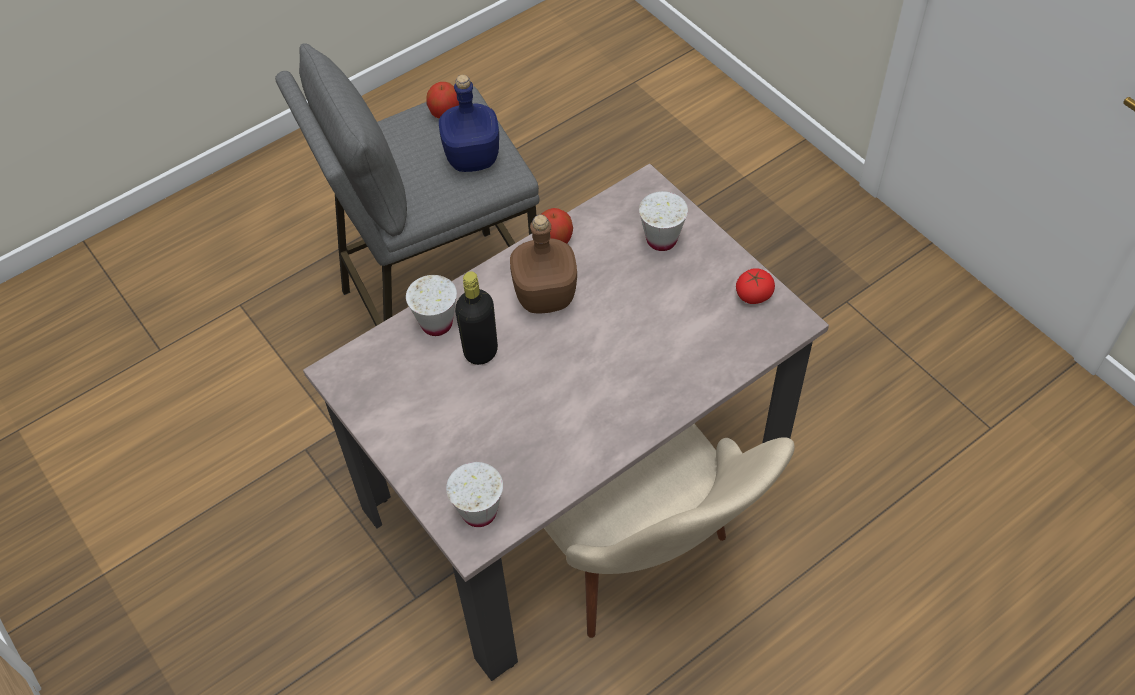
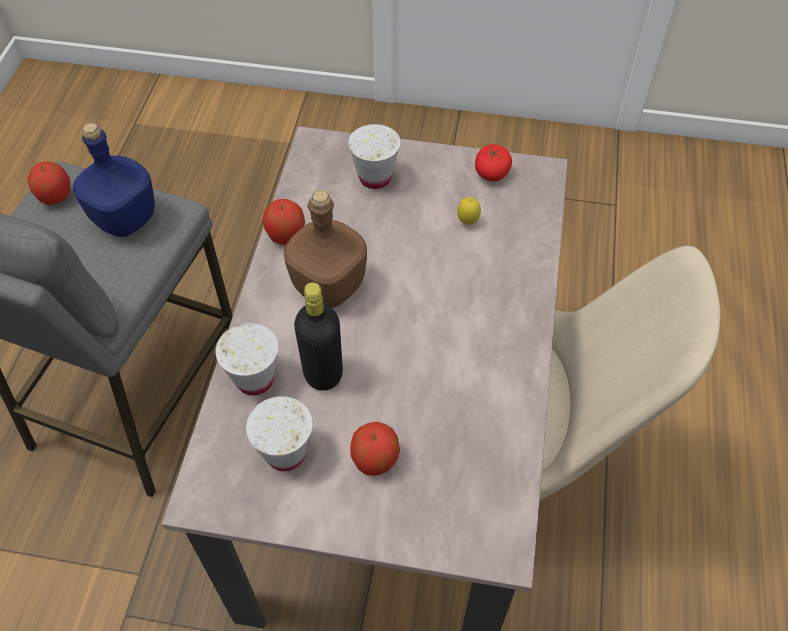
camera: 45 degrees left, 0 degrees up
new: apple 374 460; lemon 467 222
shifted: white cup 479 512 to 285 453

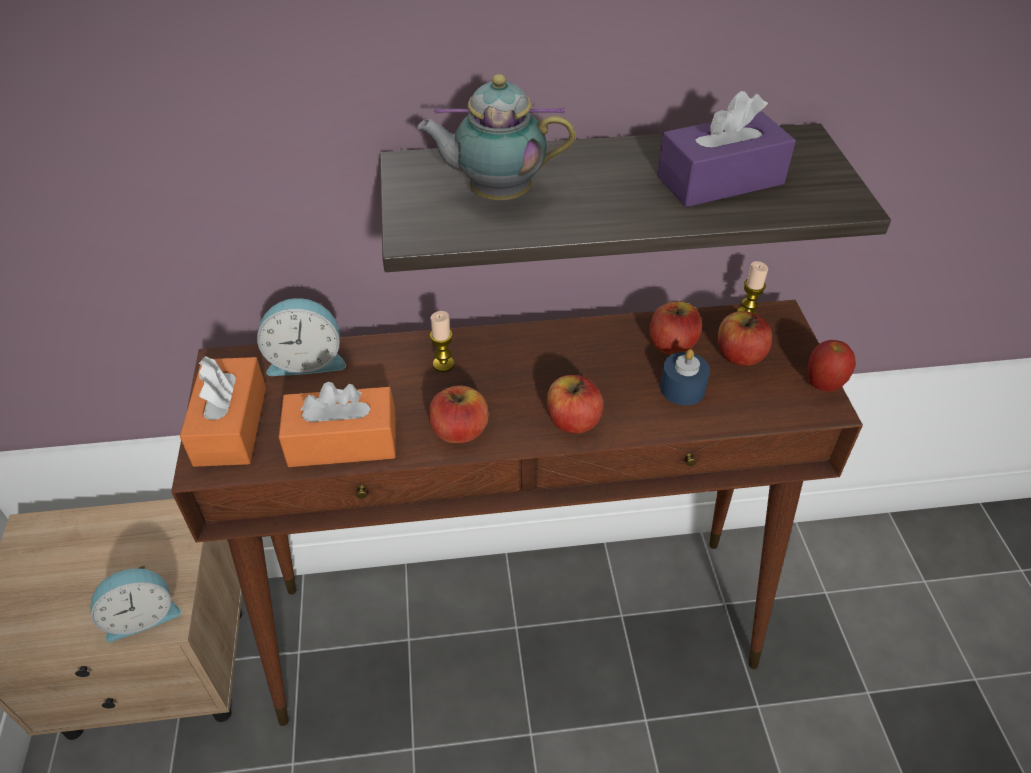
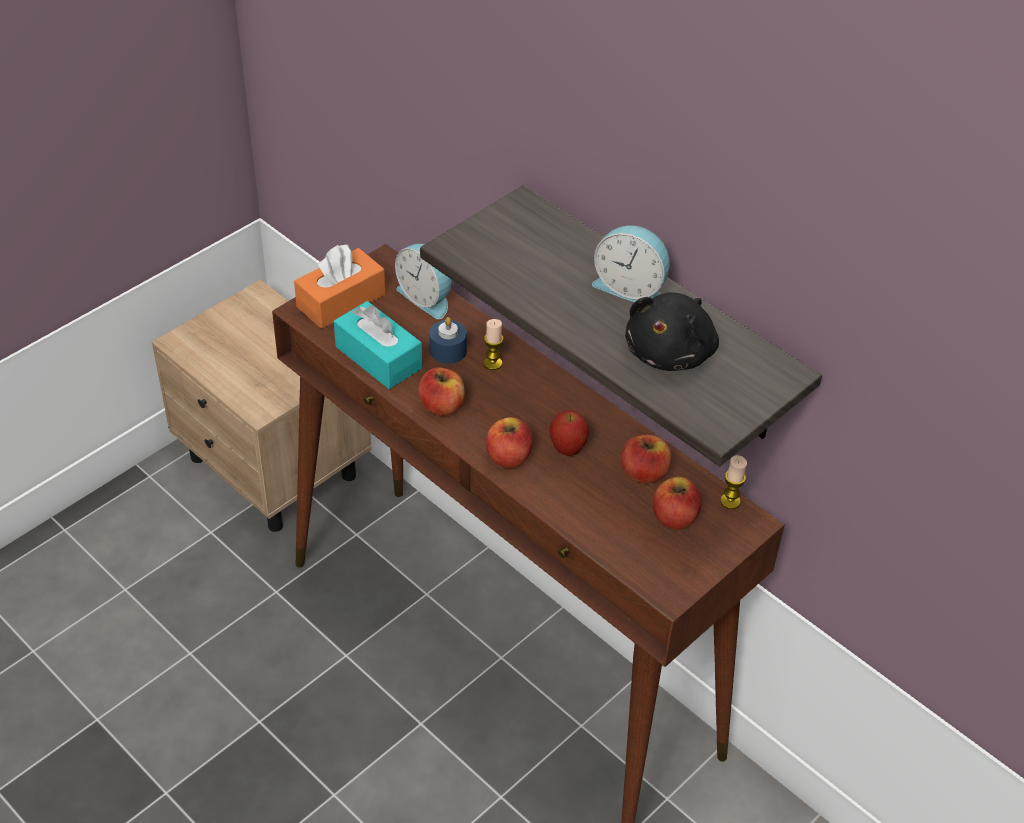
camera: 50 degrees right, 0 degrees up
gone: teapot 495 195
shifted: blue candle 682 388 to 448 350; apple 823 385 to 567 450; alarm clock 142 615 to 631 288
swapped: purple tissue box 720 180 to black plush toy 671 352
repainted: orange tissue box 342 441 to turquoise tissue box 378 357

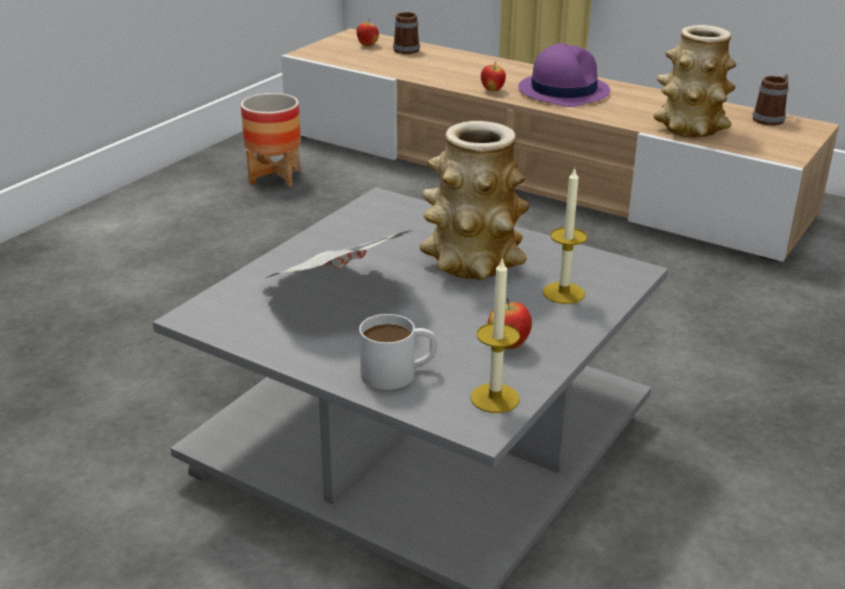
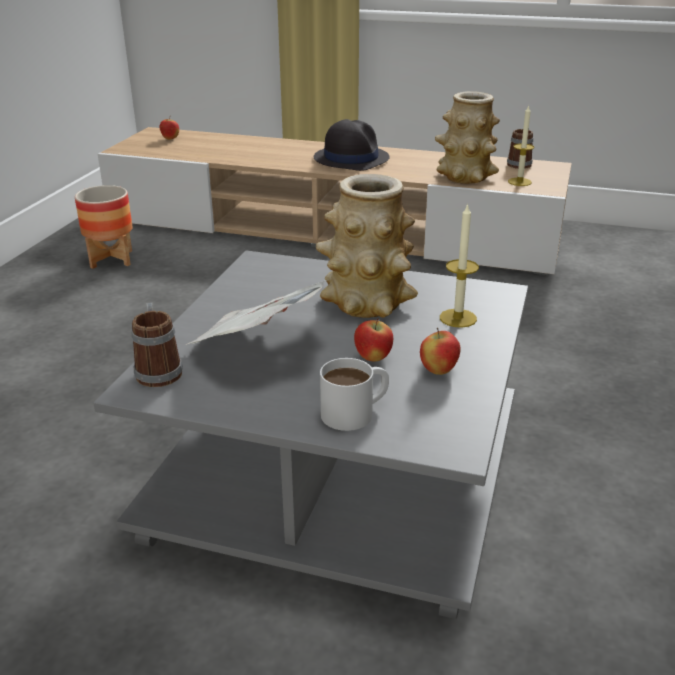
camera: 15 degrees left, 0 degrees up
shifted: mug 406 48 to 158 369; apple 492 90 to 373 358; candle 495 398 to 519 182
repainted: purple hat 563 90 to black hat 351 158

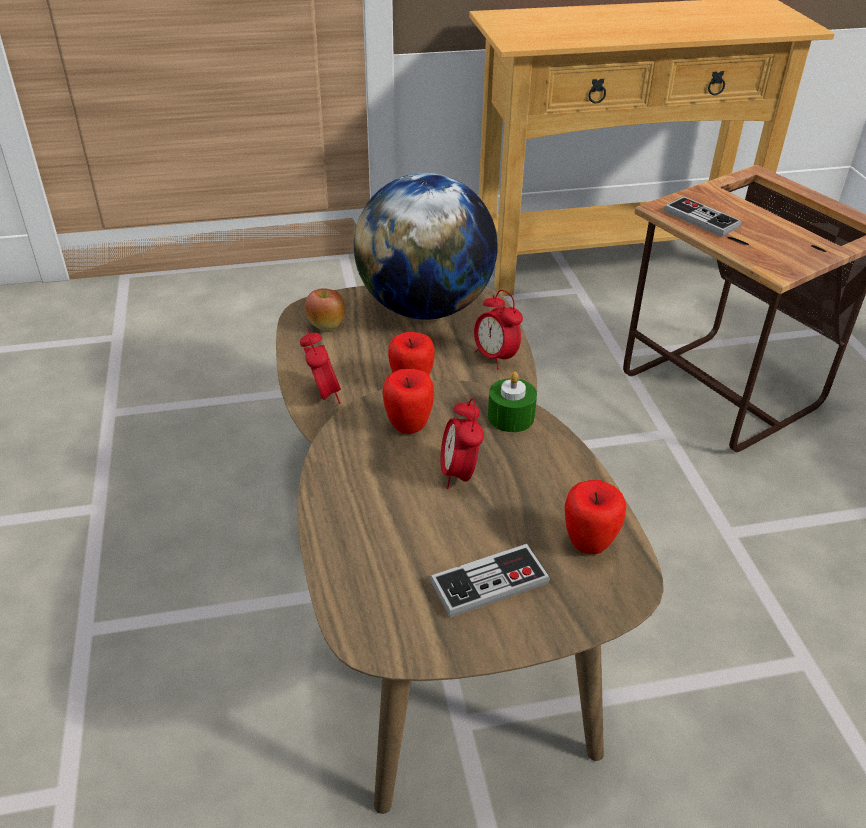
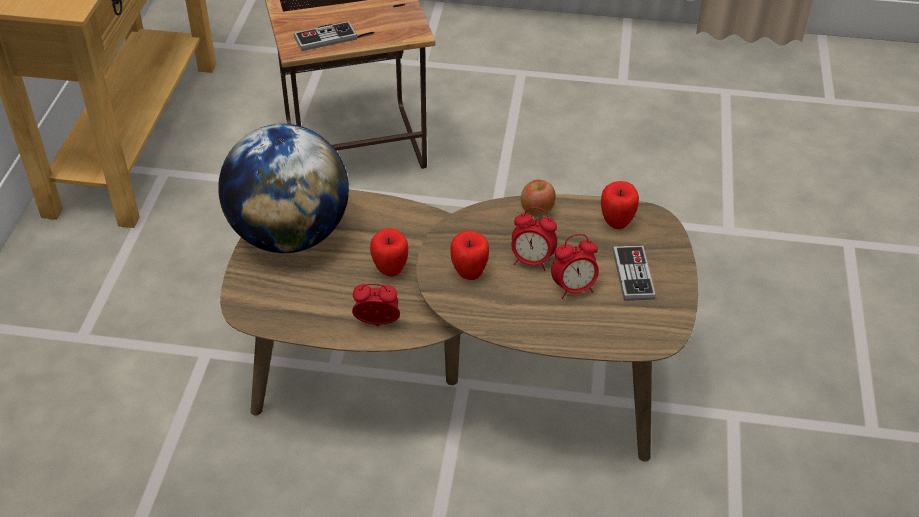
camera: 70 degrees left, 5 degrees up
gone: green candle 511 417
shifted: apple 326 325 to 537 211; alarm clock 495 357 to 573 288

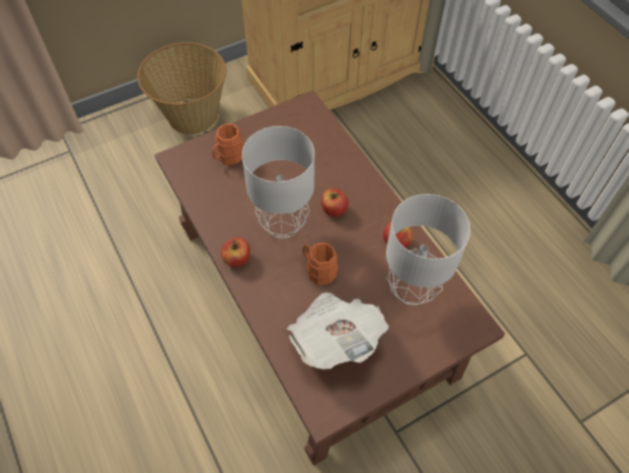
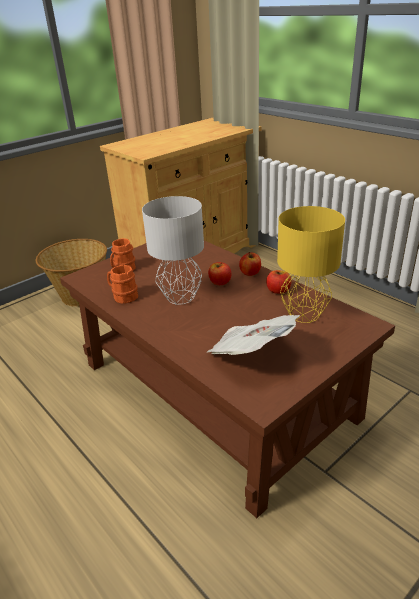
camera: 10 degrees left, 25 degrees down
shifted: orange mug 318 270 to 123 296; apple 237 258 to 250 273
repainted: grey table lamp 410 290 to yellow table lamp 303 314

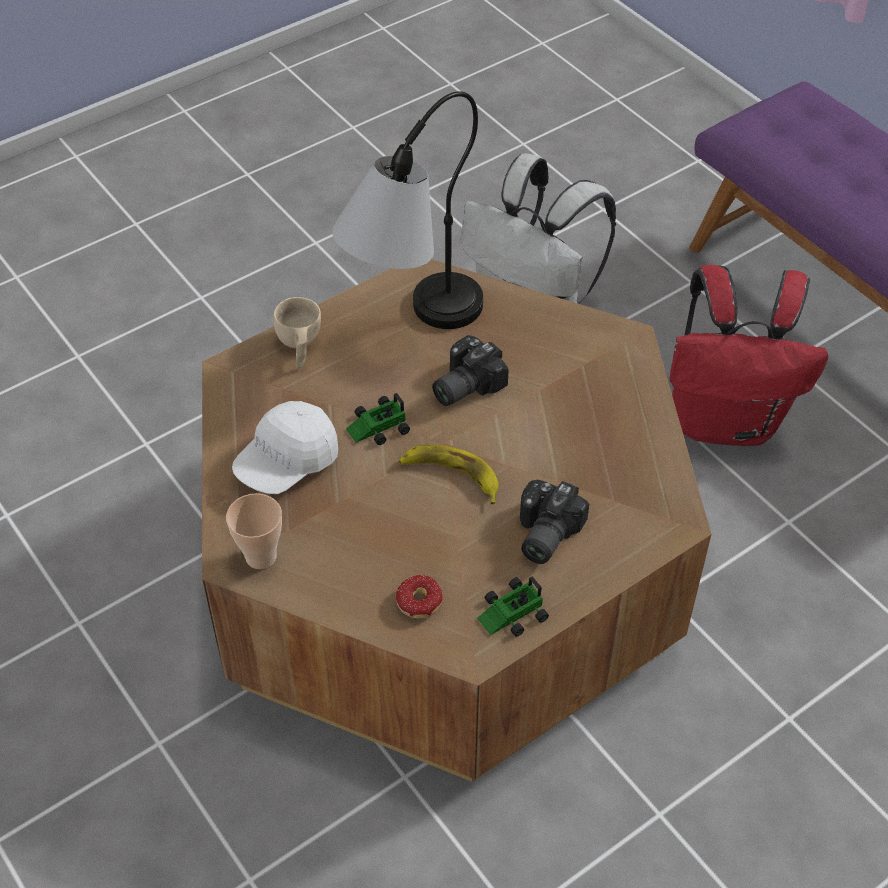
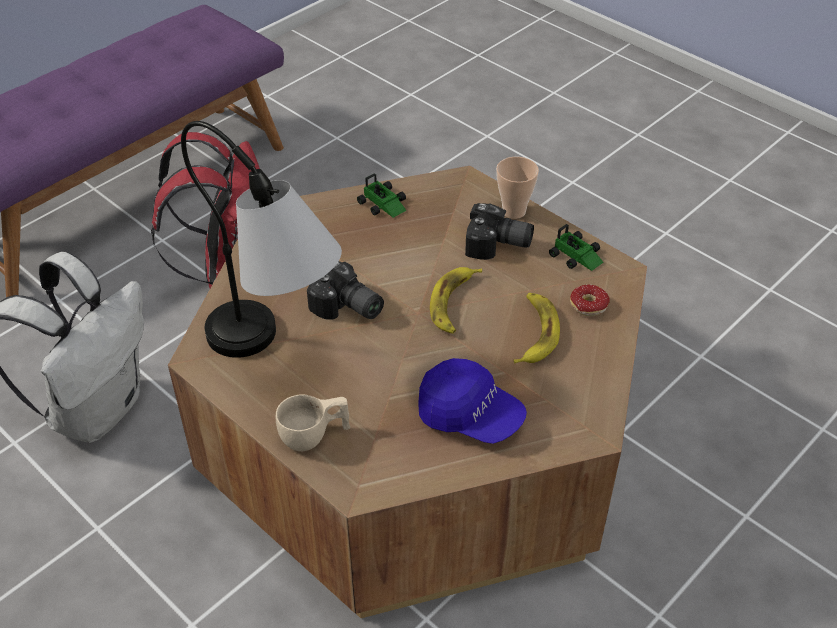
camera: 100 degrees left, 5 degrees down
new: banana 535 332
shifted: toy car 376 426 to 385 204; cup 261 556 to 514 211
repainted: white cap 287 463 to blue cap 470 415

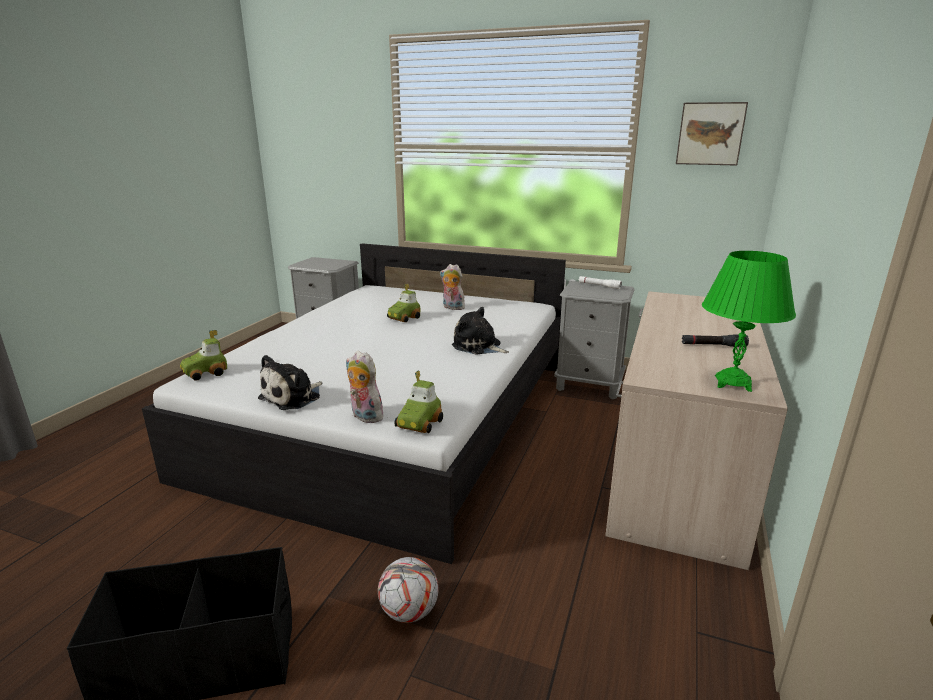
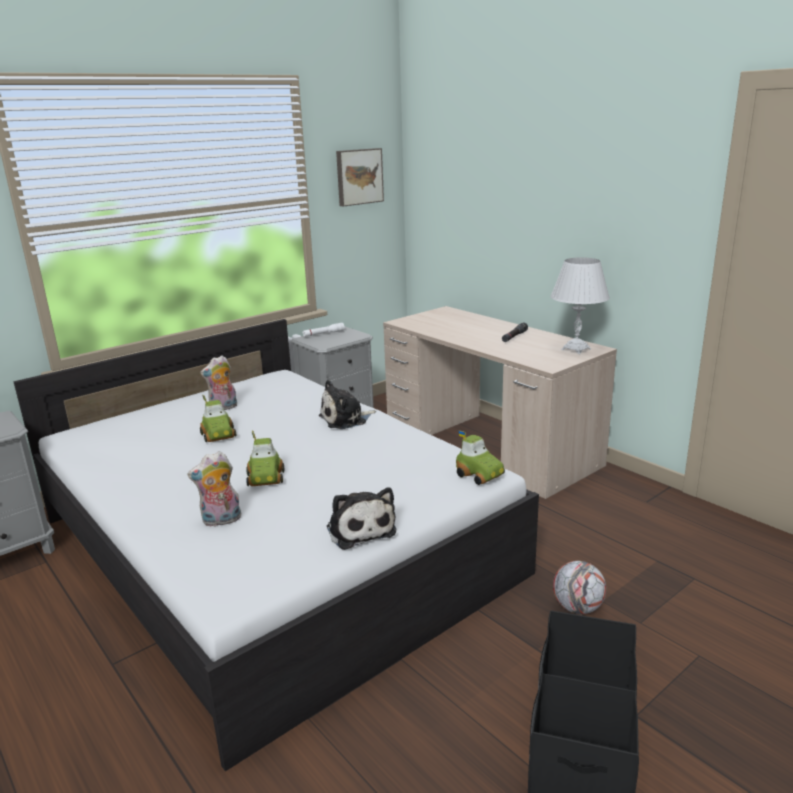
camera: 60 degrees left, 0 degrees up
shifted: plush toy 364 416 to 221 521; toy car 206 373 to 266 478
repainted: green table lamp 733 383 to white table lamp 576 349

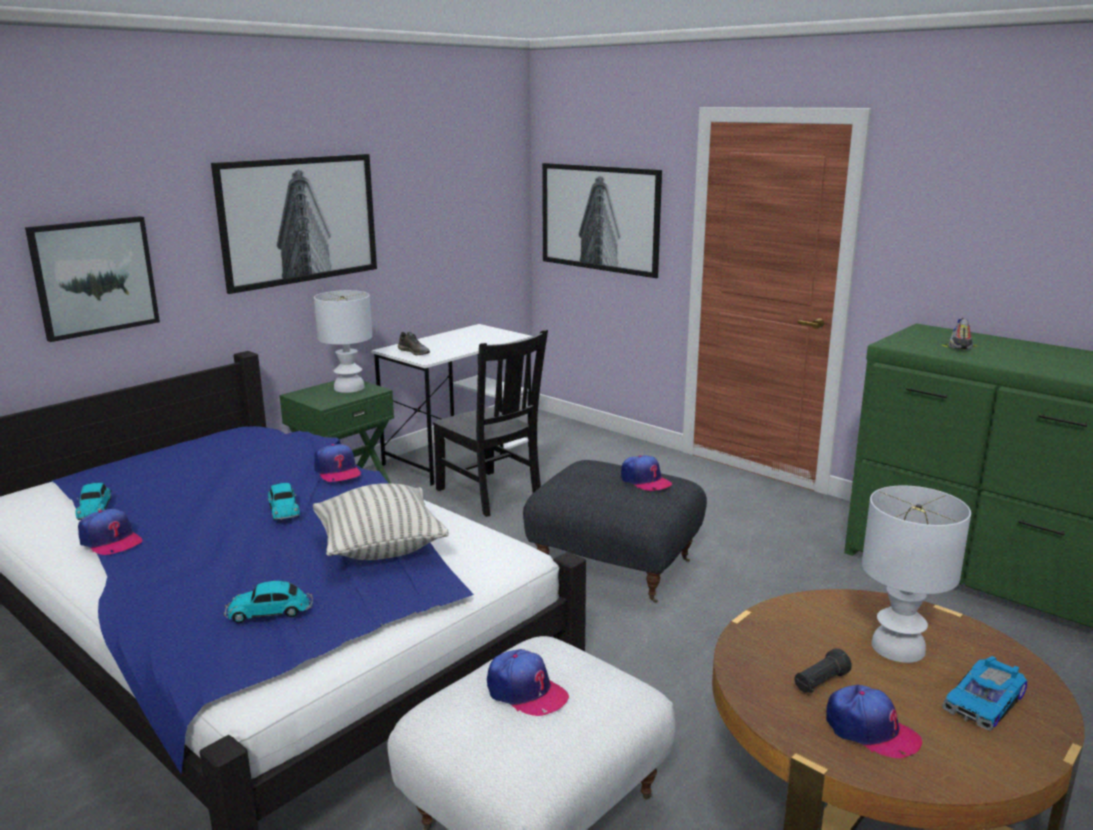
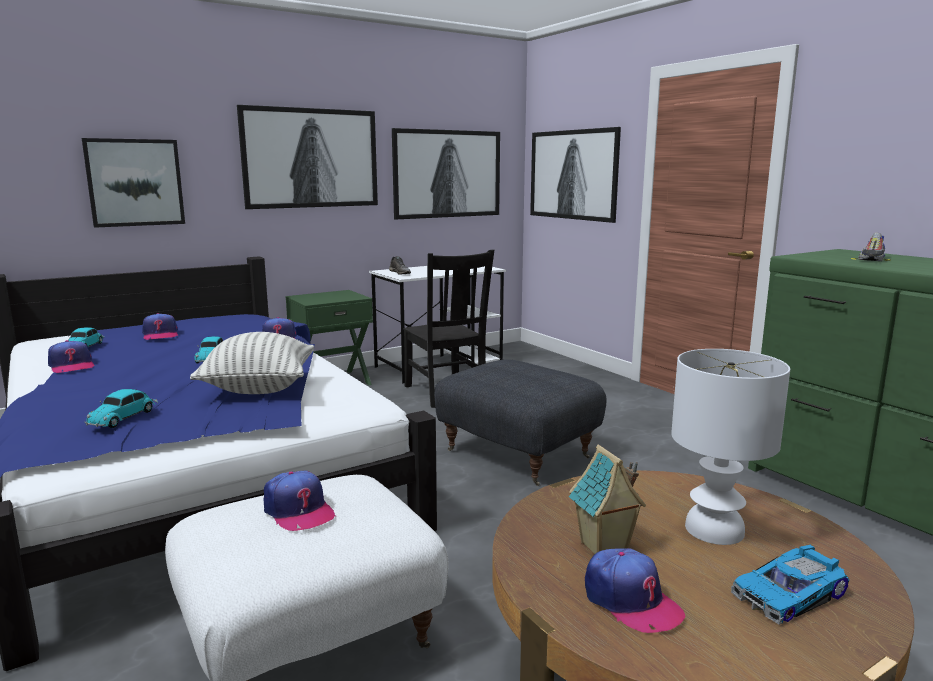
camera: 15 degrees right, 5 degrees down
gone: white table lamp 348 388
new: picture 447 174
shifted: cap 645 480 to 160 335
swapped: black flashlight 820 682 to toy house 604 548
rotated: toy car 271 612 = 124 417 75 degrees counterclockwise

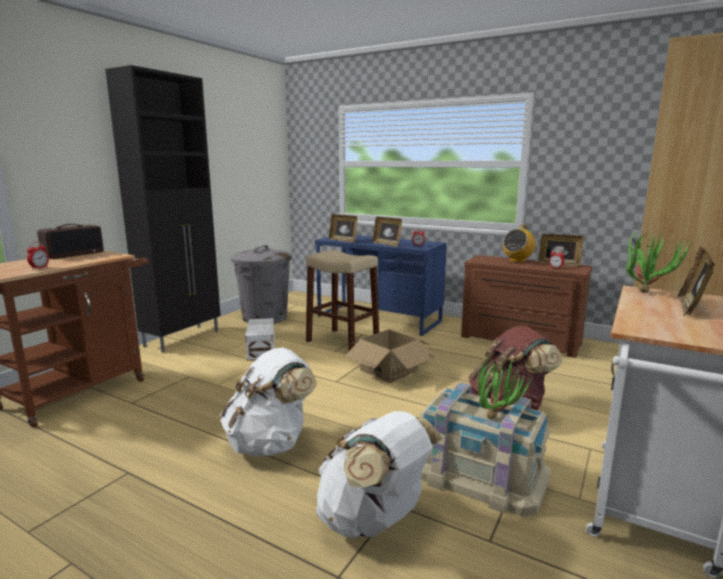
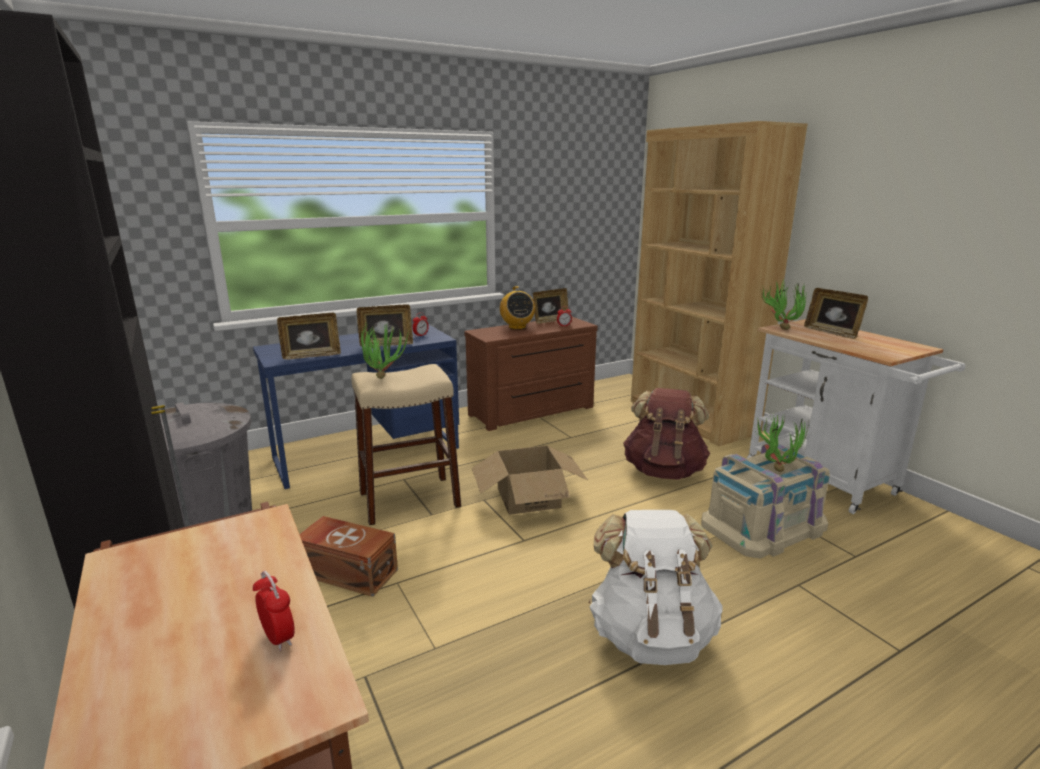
camera: 60 degrees left, 5 degrees up
gone: radio 73 254; white backpack 374 520
new: potted plant 384 376
repainted: white storage box 262 349 to brown storage box 348 571

